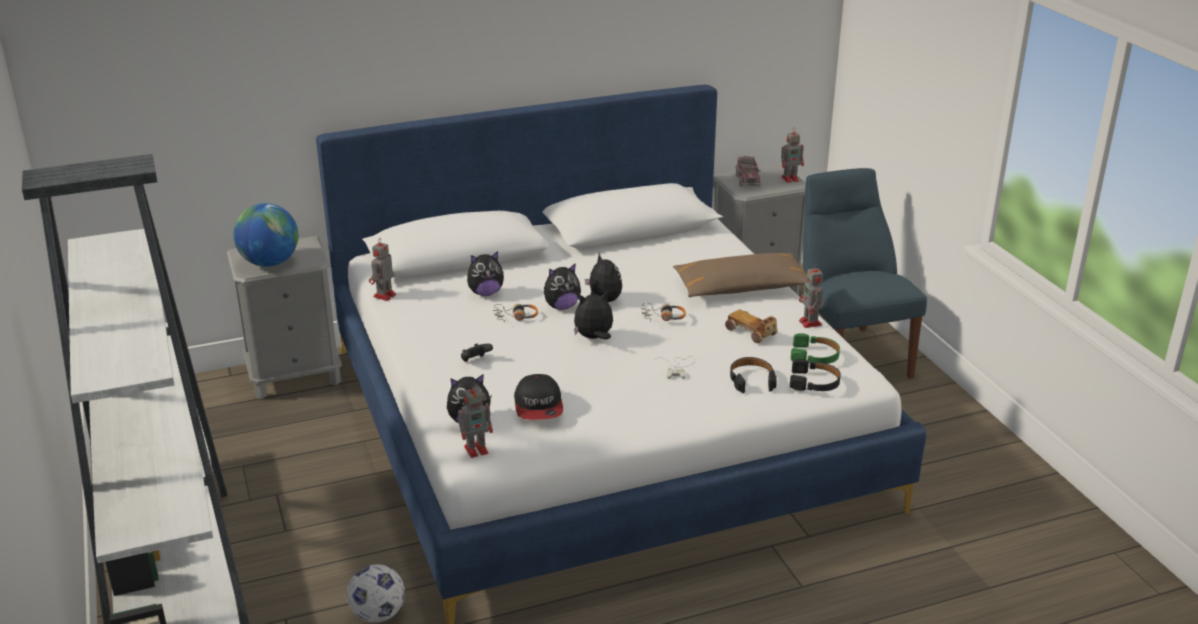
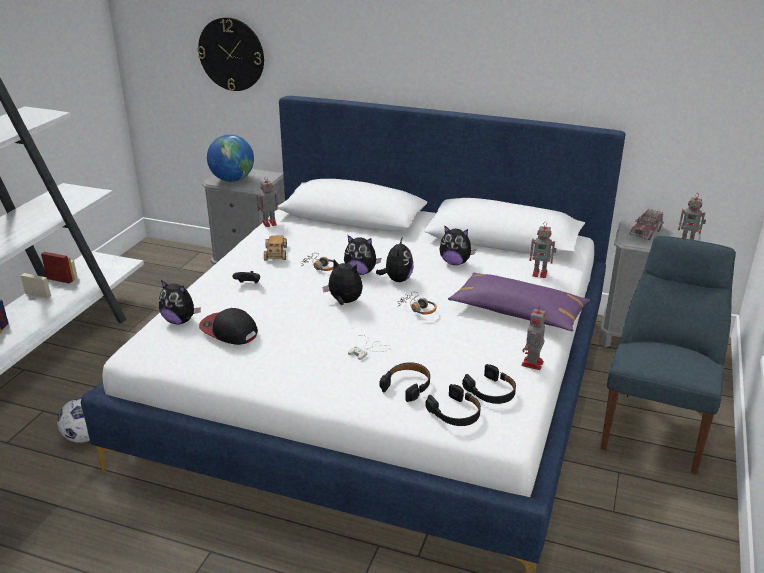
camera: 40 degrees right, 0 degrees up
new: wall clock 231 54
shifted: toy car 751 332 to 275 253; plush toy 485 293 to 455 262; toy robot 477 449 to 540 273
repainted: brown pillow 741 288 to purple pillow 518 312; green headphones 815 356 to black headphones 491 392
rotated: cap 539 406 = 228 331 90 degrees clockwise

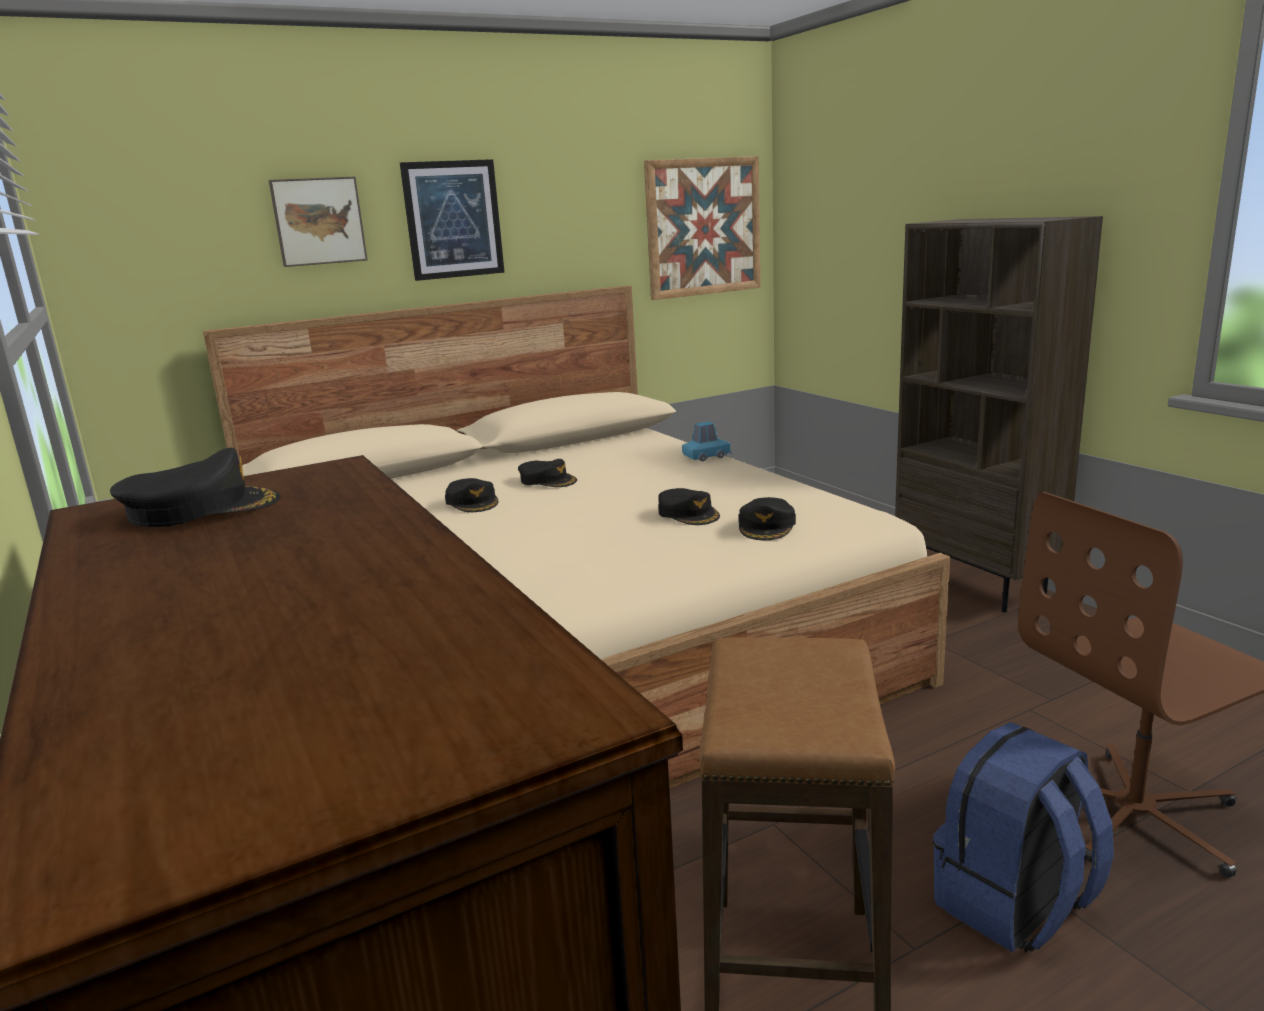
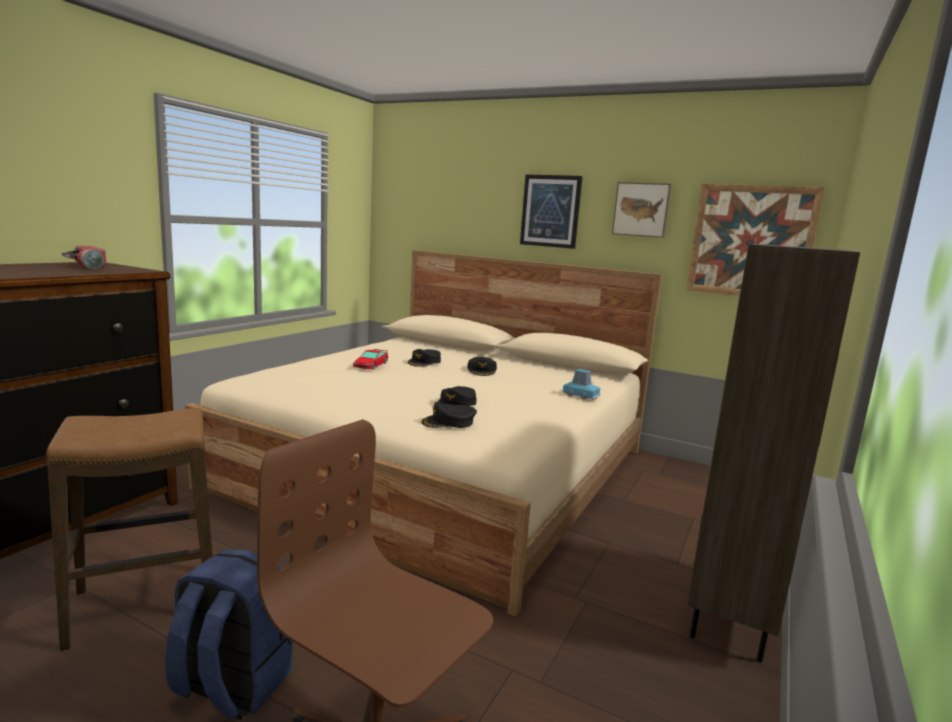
camera: 55 degrees right, 5 degrees down
new: toy car 370 365
shifted: picture 318 221 to 641 209
swapped: black cap 201 508 to flashlight 88 266

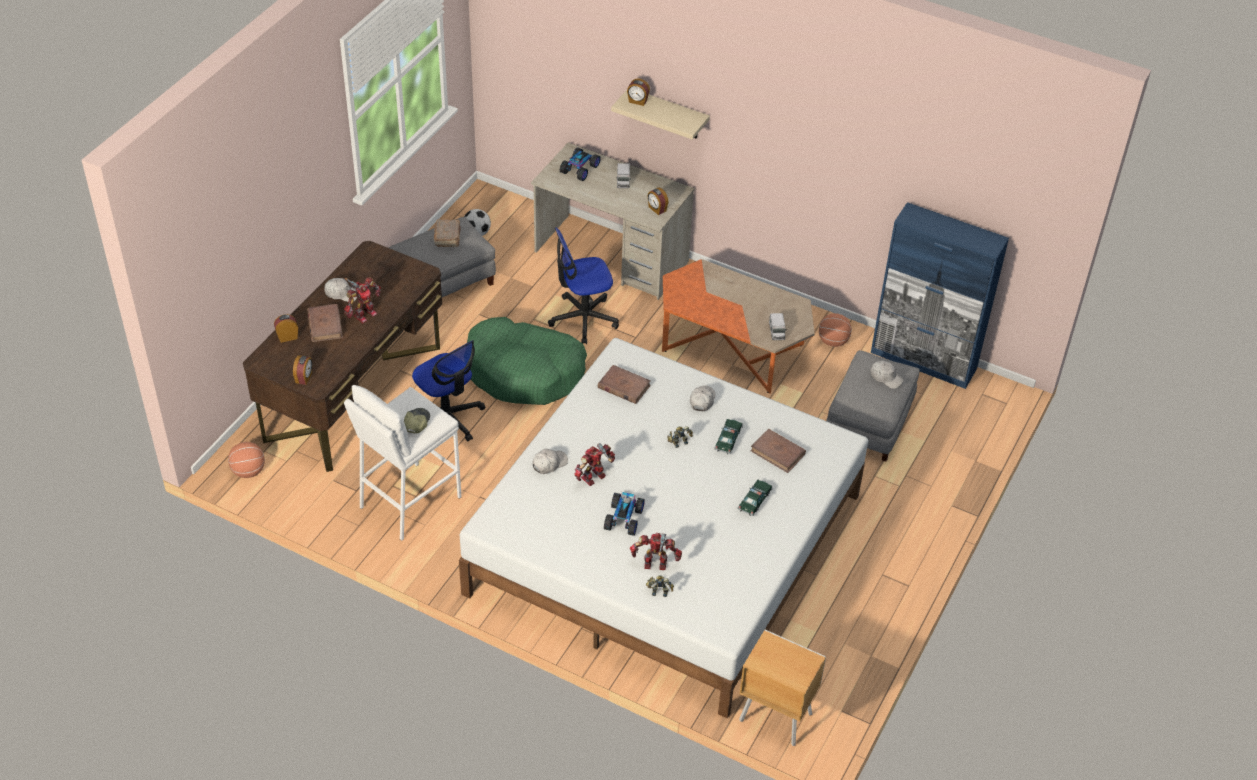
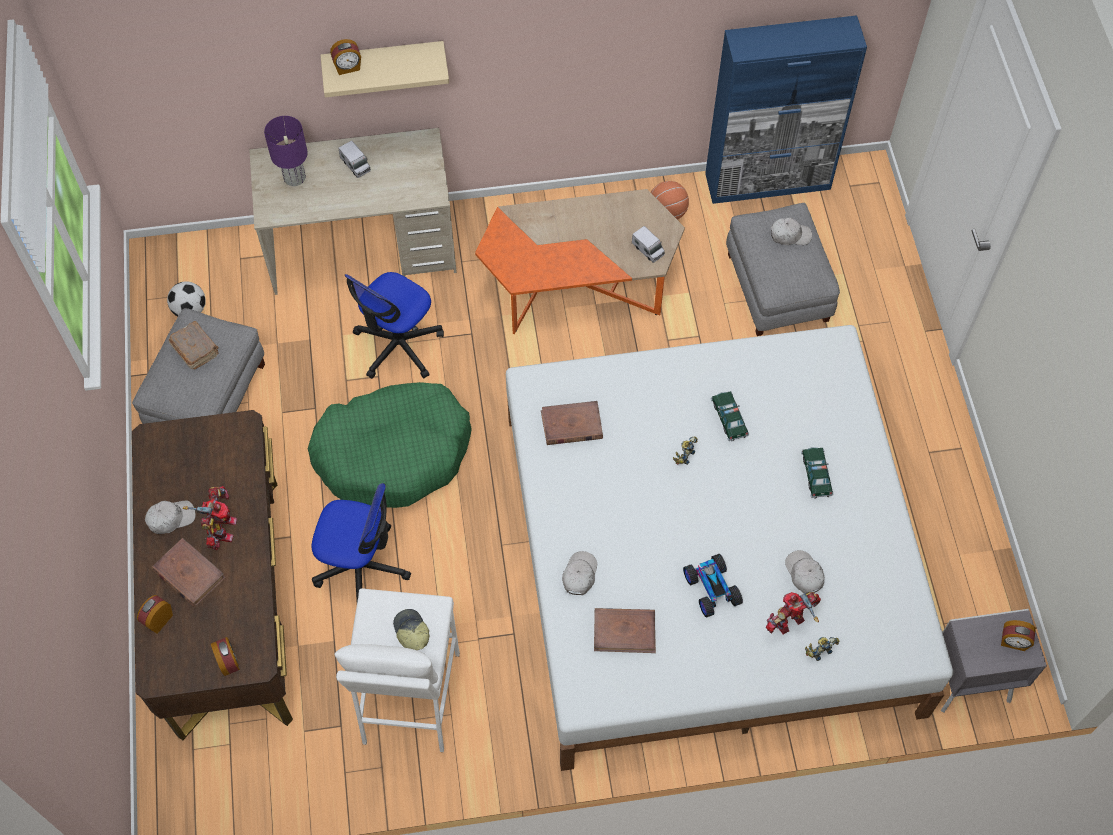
camera: 35 degrees left, 15 degrees up
gone: basketball 248 471; toy robot 594 478
shifted: brown book 778 452 to 624 631; white cap 702 400 to 804 574; alarm clock 657 209 to 1013 642
swapped: toy car 580 169 to purple table lamp 295 177
repainted: brown nightstand 774 716 to grey nightstand 966 682

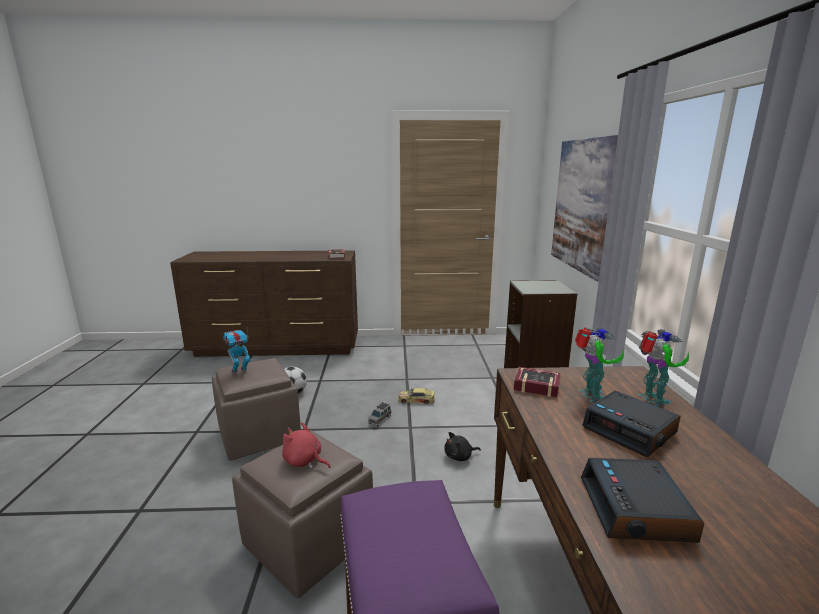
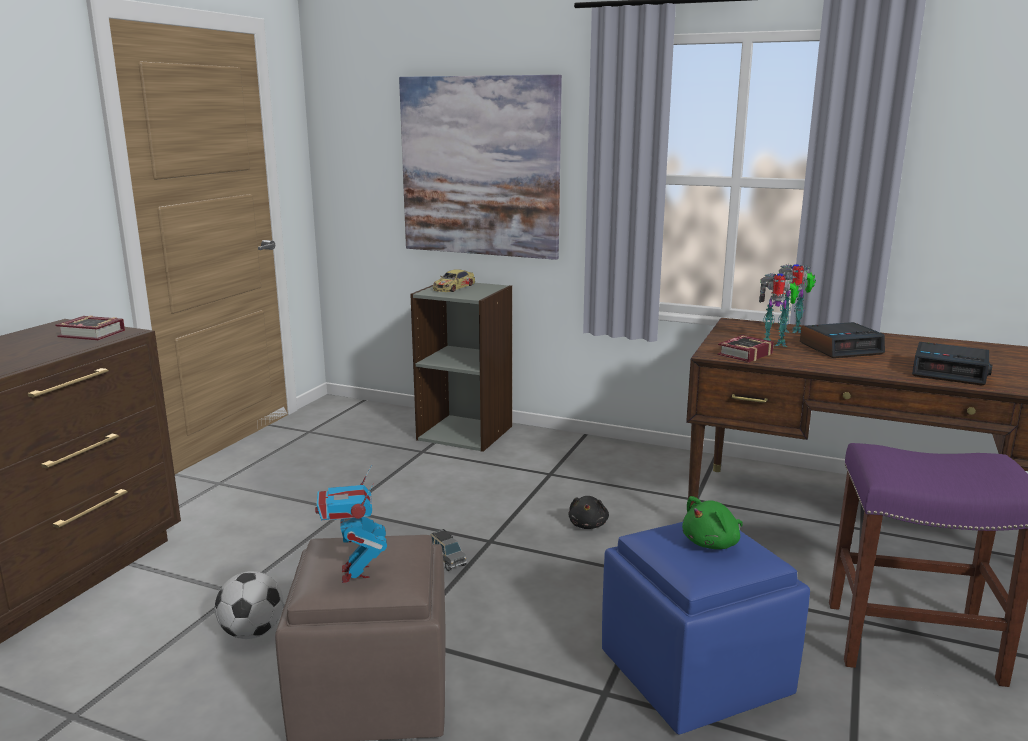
camera: 65 degrees left, 0 degrees up
shifted: toy car 416 400 to 454 287
repainted: brown ottoman 308 543 to blue ottoman 697 675; red plush toy 304 461 to green plush toy 712 543

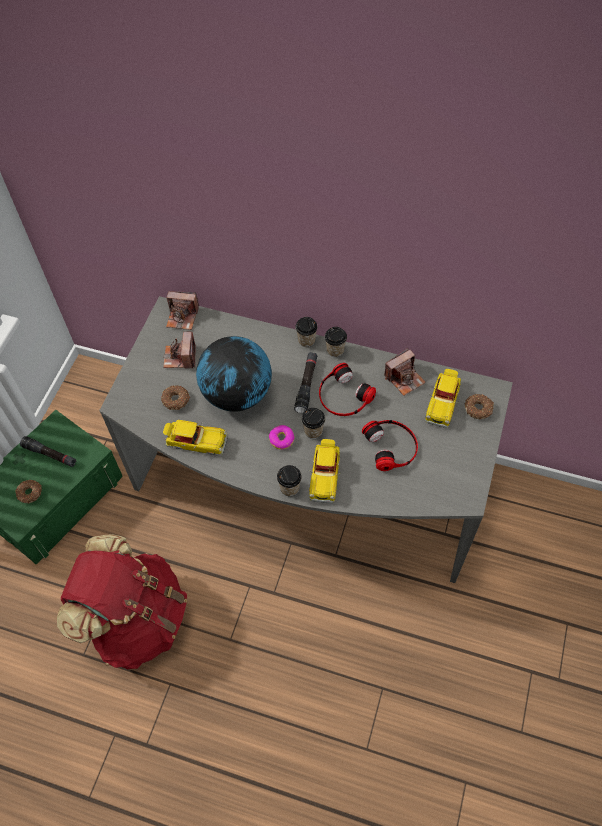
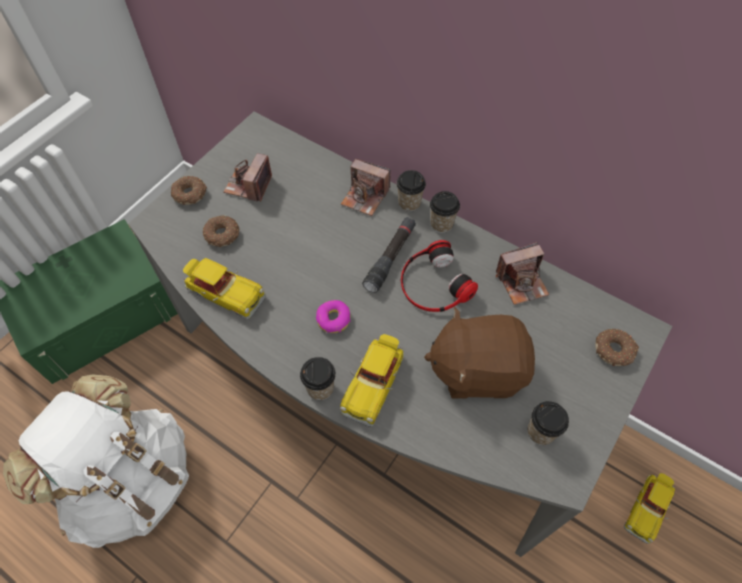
camera: 15 degrees right, 0 degrees up
gone: black flashlight 50 455; globe 237 394
shifted: donut 30 493 to 190 194; photo camera 182 317 to 365 197; cup 313 431 to 540 432; toy car 442 402 to 647 508
swapped: headphones 391 446 to brown plush toy 477 369
repainted: red backpack 137 619 to white backpack 131 481

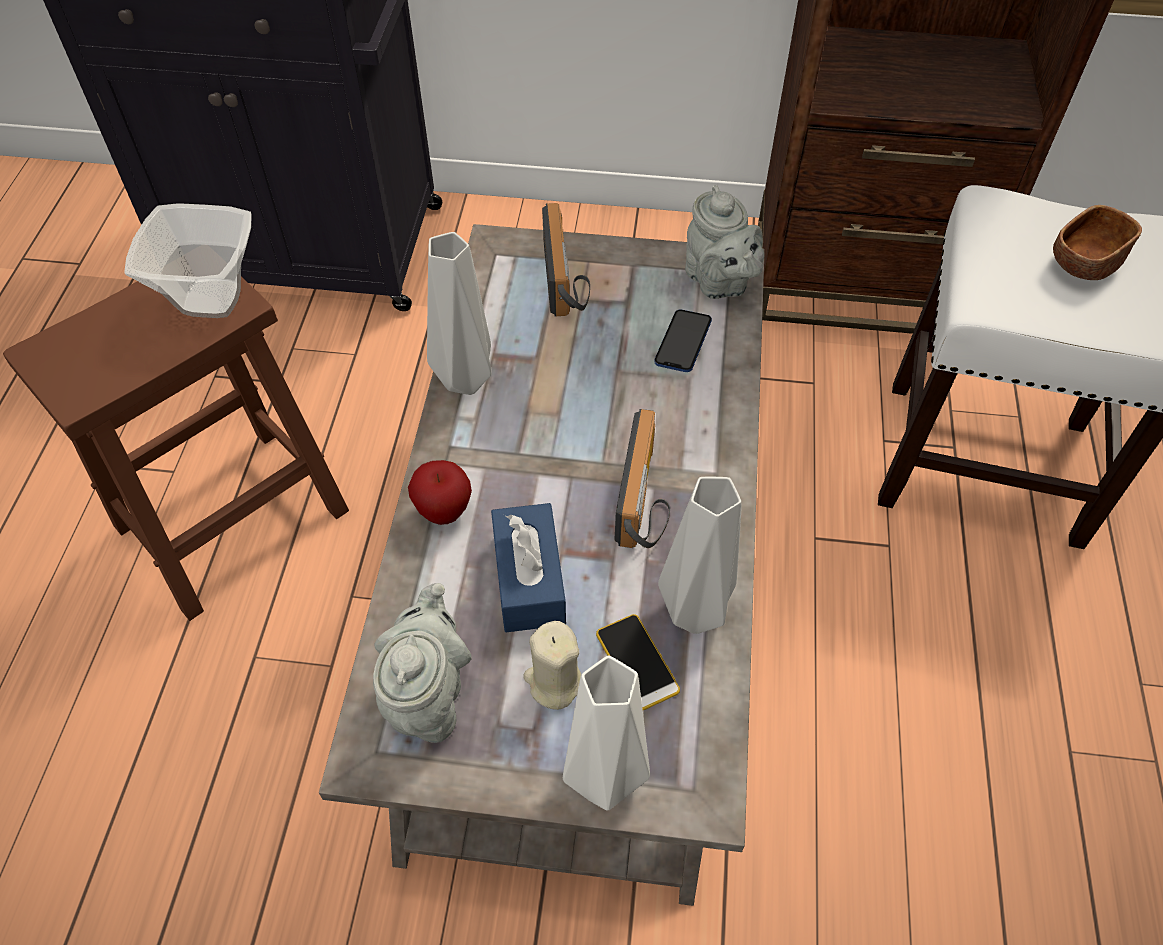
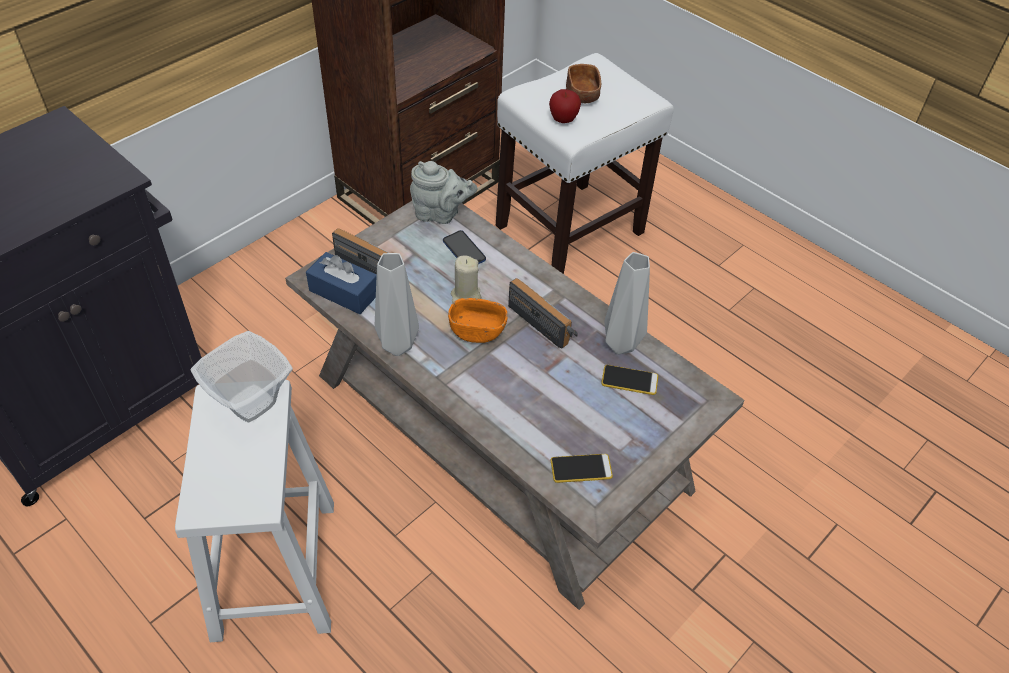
camera: 55 degrees left, 5 degrees down
gone: white vase 605 782
new: orange bowl 477 331
shifted: blue tissue box 529 579 to 344 292; beige candle 554 682 to 465 296; apple 444 511 to 563 120
swapped: grey teapot 428 695 to phone 581 468
repainted: brown stool 235 516 to white stool 275 566

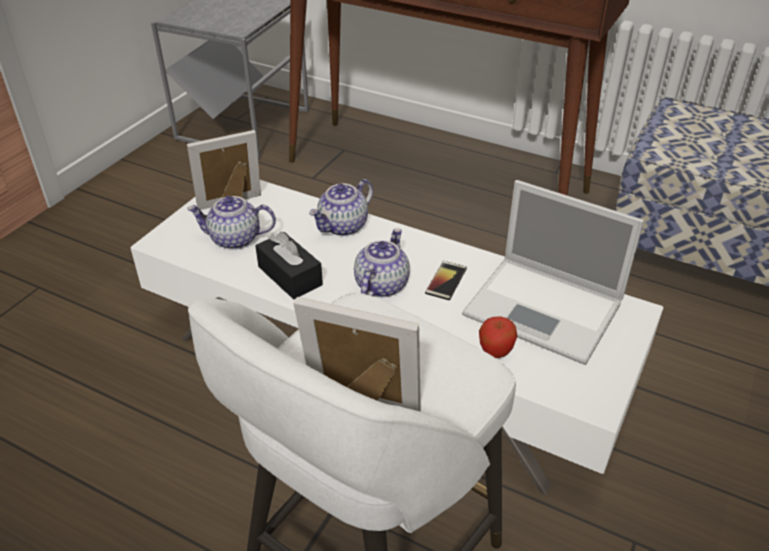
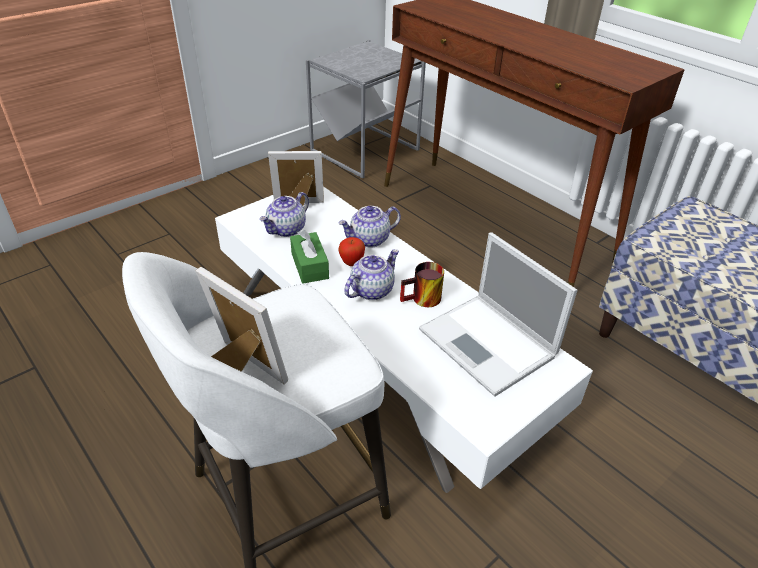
camera: 20 degrees right, 0 degrees up
shifted: apple 495 353 to 351 263
swapped: phone 446 281 to mug 423 300
repainted: black tissue box 290 276 to green tissue box 309 266
rotated: teapot 234 239 = 287 230 75 degrees counterclockwise

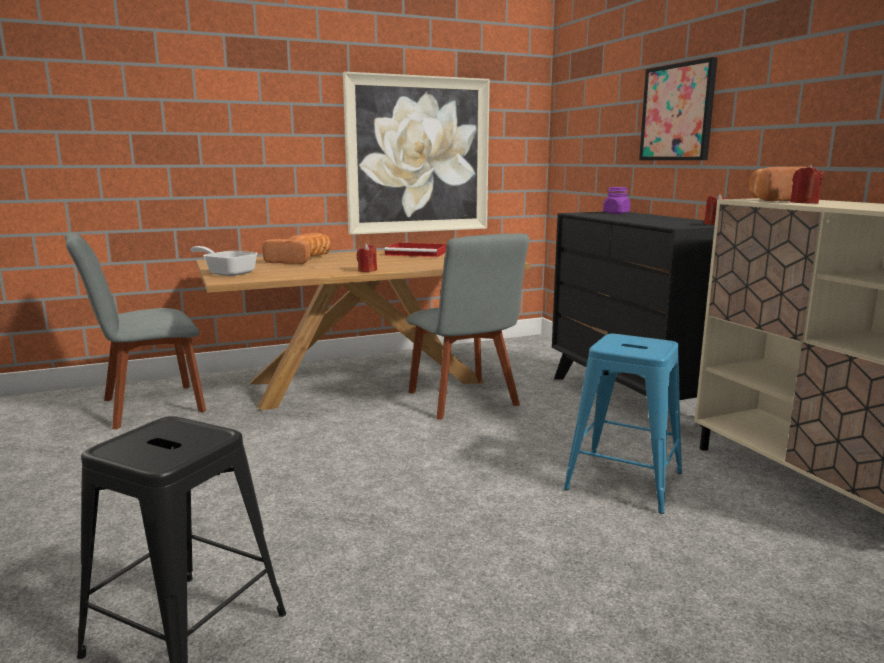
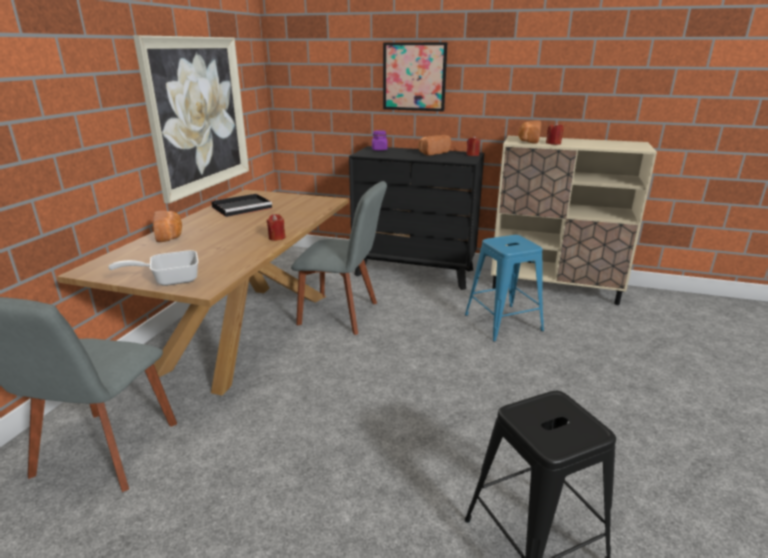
camera: 50 degrees left, 10 degrees up
shifted: bread 289 262 to 432 153
repainted: red tray 418 253 to black tray 243 207

